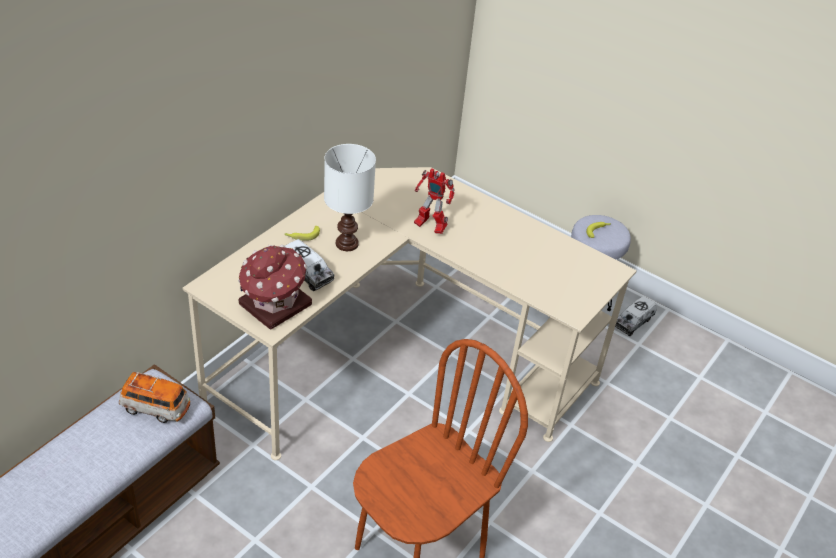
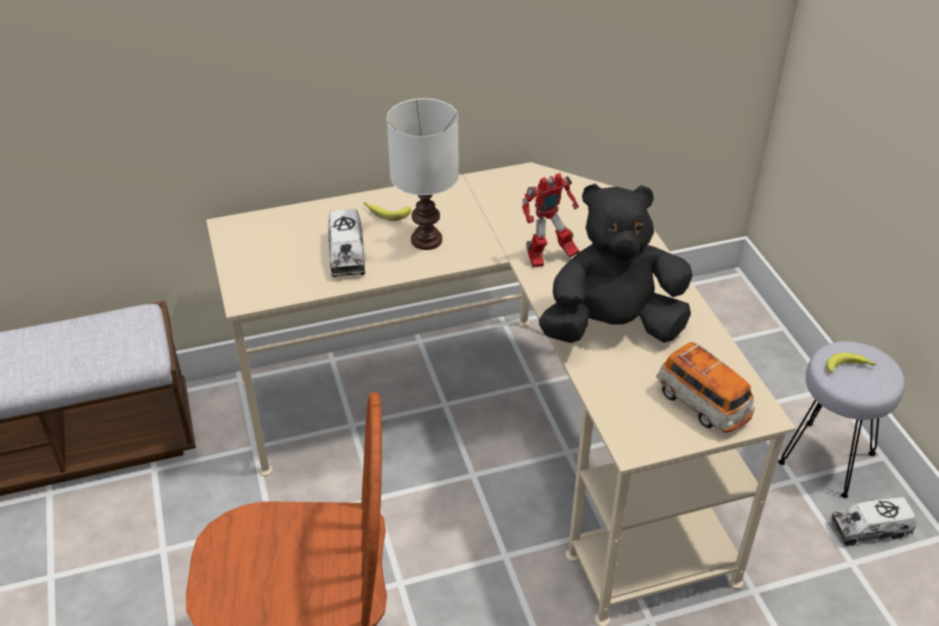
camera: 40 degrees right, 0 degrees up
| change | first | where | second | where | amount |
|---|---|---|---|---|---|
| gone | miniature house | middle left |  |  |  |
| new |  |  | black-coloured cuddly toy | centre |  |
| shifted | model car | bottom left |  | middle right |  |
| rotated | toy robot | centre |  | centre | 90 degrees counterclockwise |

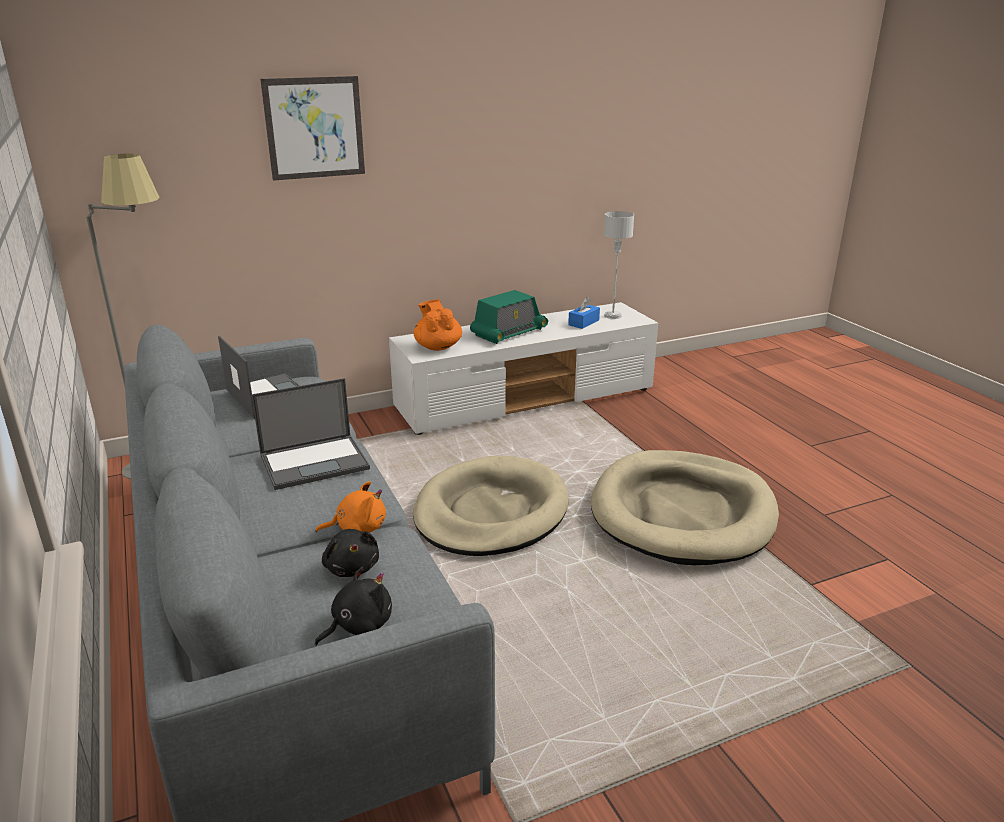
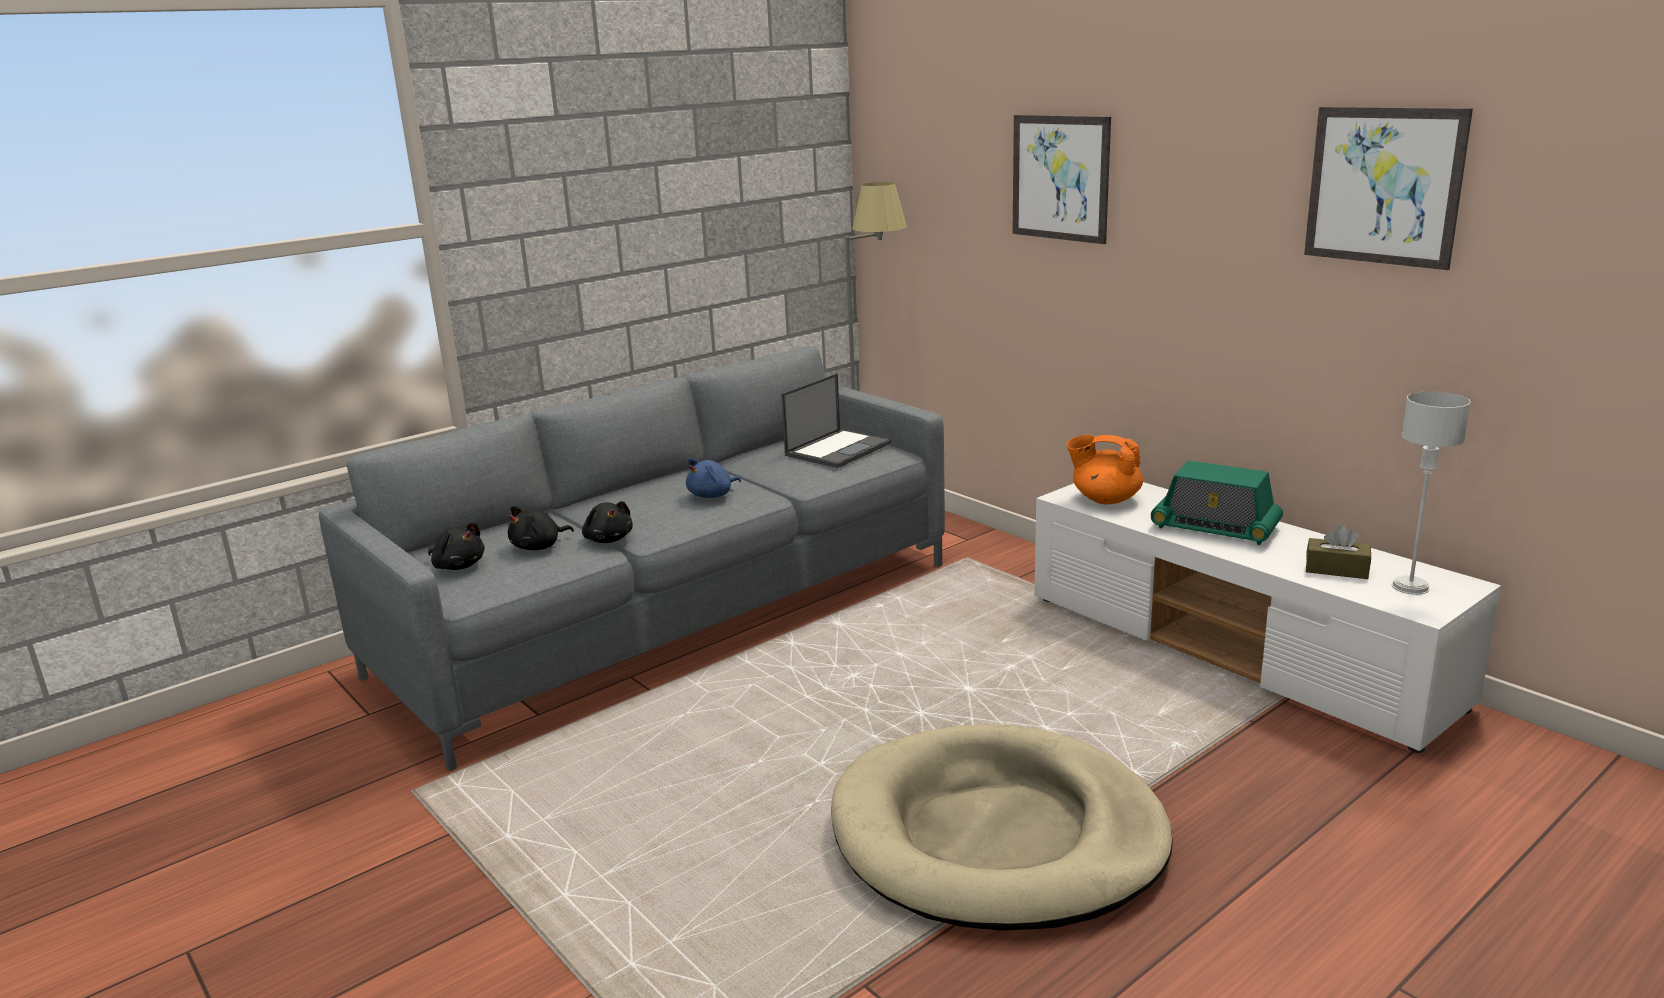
camera: 75 degrees right, 5 degrees down
| change | first | where | second | where | amount |
|---|---|---|---|---|---|
| gone | beige dog bed (no. 1 from left) | centre |  |  |  |
| new |  |  | picture (no. 2 from left) | top right |  |
| swapped | notebook computer (no. 2 from left) | middle left | blue cuddly toy | centre |  |
| repainted | orange cuddly toy | centre | black-coloured cuddly toy (no. 3 from left) | centre |  |
| repainted | blue tissue holder | centre | brownish tissue holder | middle right |  |
| rotated | orange pot for tea | centre |  | centre | 120 degrees counterclockwise |

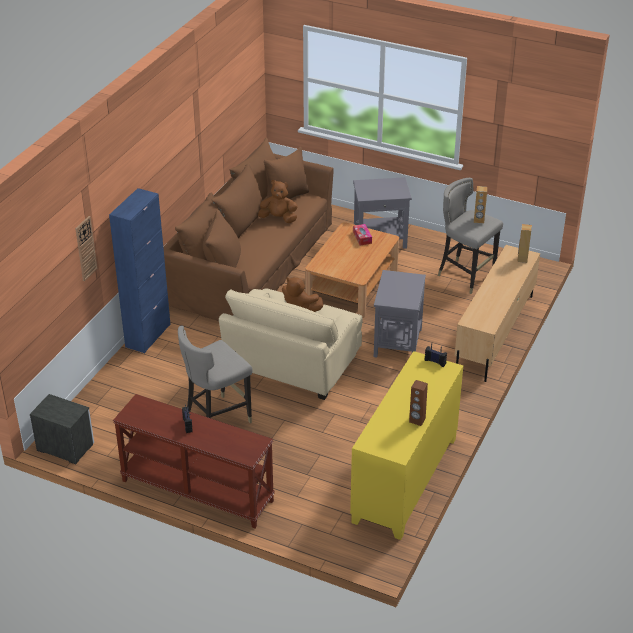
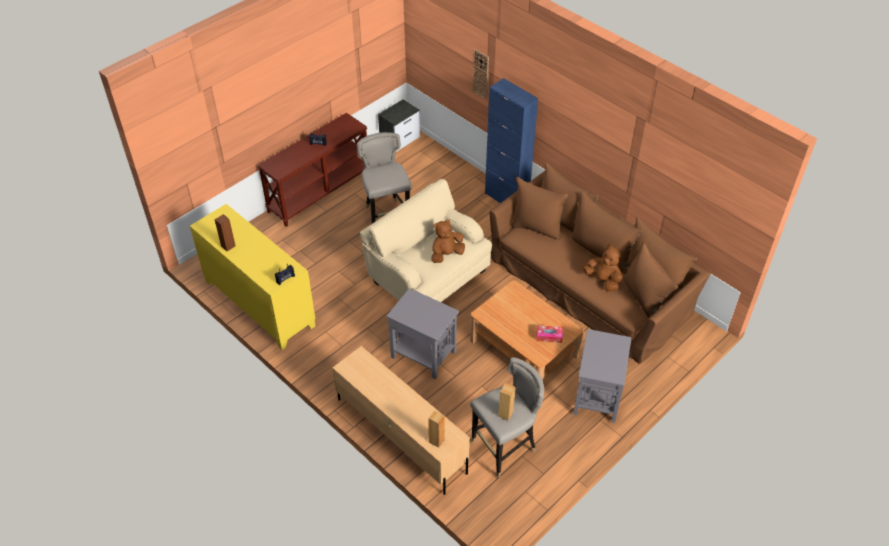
camera: 110 degrees right, 10 degrees up
| change | first | where | second | where | amount |
|---|---|---|---|---|---|
| rotated | brownish cuddly toy (no. 1 from left in the first image) | top centre | brownish cuddly toy (no. 2 from left) | middle right | 75 degrees counterclockwise |

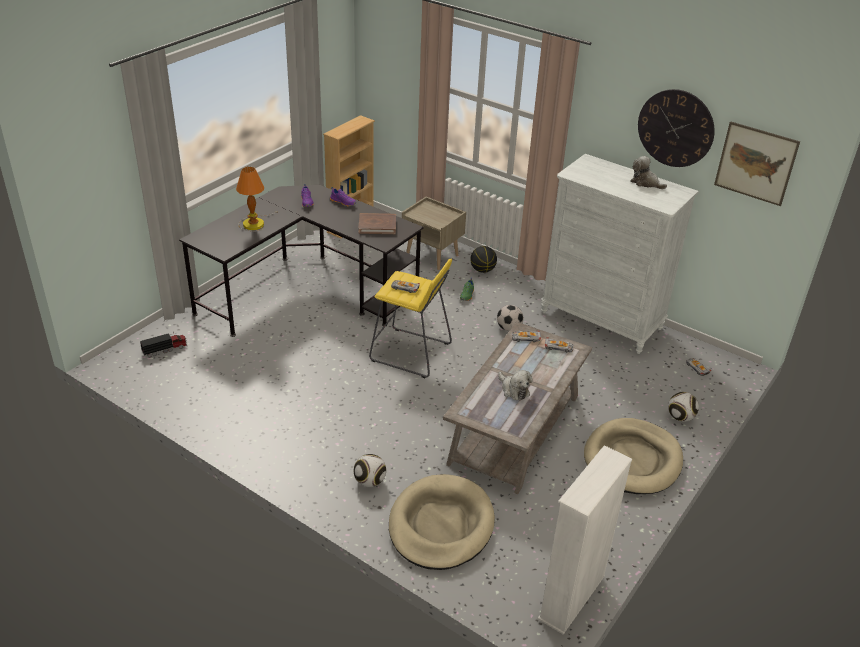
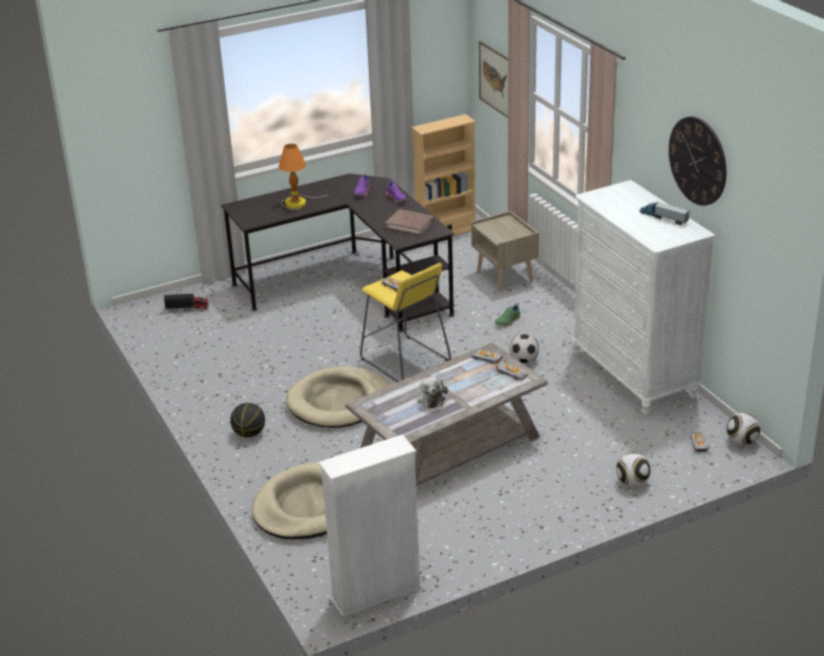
camera: 30 degrees right, 5 degrees down
| change | first | where | second | where | amount |
|---|---|---|---|---|---|
| shifted | football ball (no. 1 from left in the first image) | bottom centre | football ball (no. 3 from left) | middle right |  |
| shifted | basketball | centre |  | middle left |  |
| shifted | beige dog bed (no. 2 from left) | bottom right |  | centre |  |
| shifted | picture | top right |  | top centre |  |
| swapped | cuddly toy (no. 2 from left) | top right | toy truck (no. 2 from left) | top right |  |

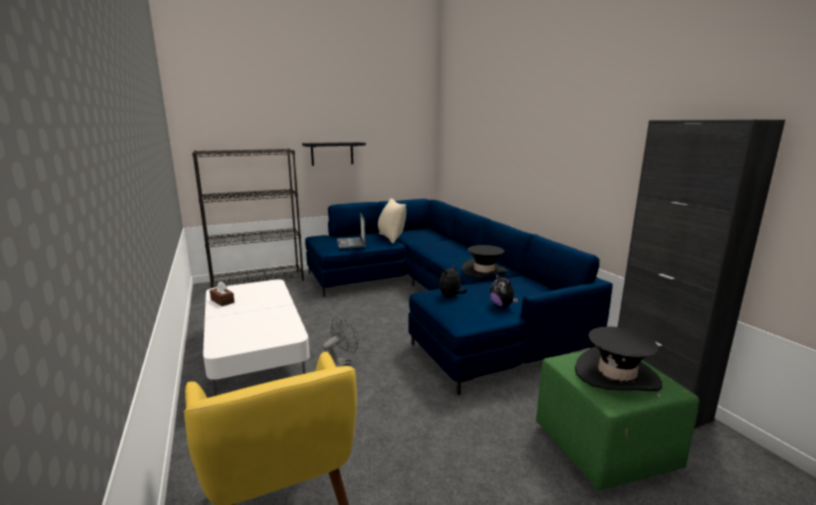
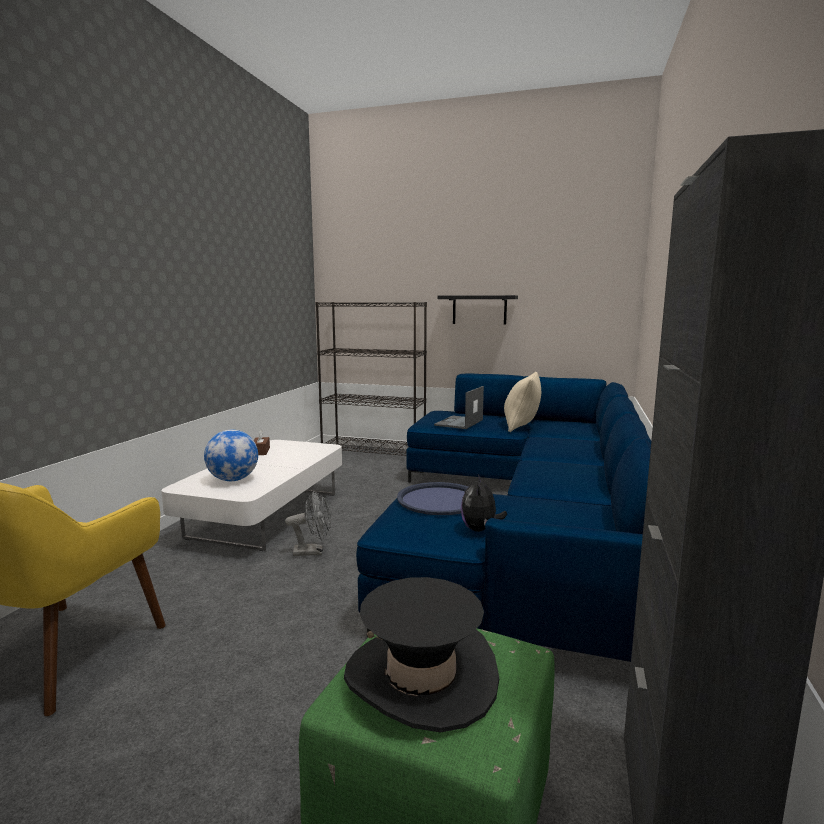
camera: 40 degrees right, 5 degrees down
| change | first | where | second | where | amount |
|---|---|---|---|---|---|
| gone | black-coloured wearable hat (no. 1 from left) | centre |  |  |  |
| new |  |  | globe | middle left |  |
| swapped | cuddly toy (no. 1 from left) | centre | blue serving tray | centre |  |

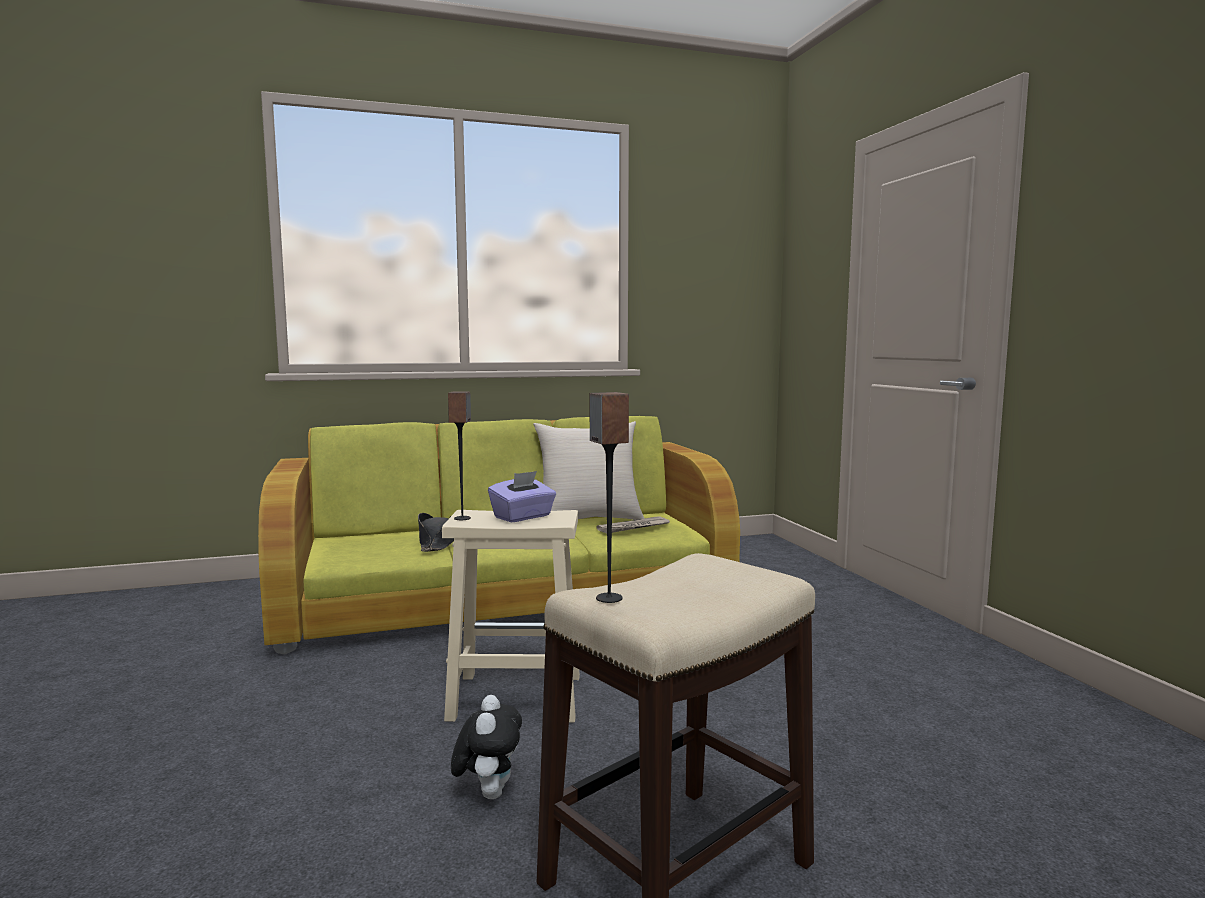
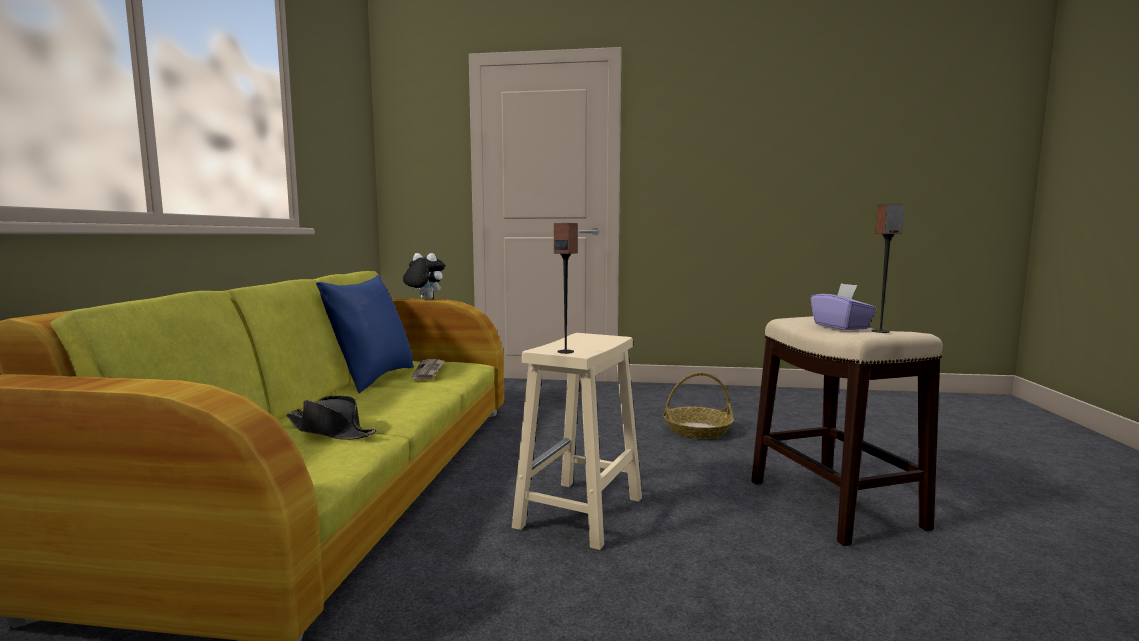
camera: 65 degrees left, 0 degrees up
| change | first | where | second | where | amount |
|---|---|---|---|---|---|
| new |  |  | basket | centre |  |
| shifted | cuddly toy | bottom centre |  | centre |  |
| shifted | purple tissue holder | centre |  | middle right |  |
| repainted | beige pillow | centre | blue pillow | middle left |  |

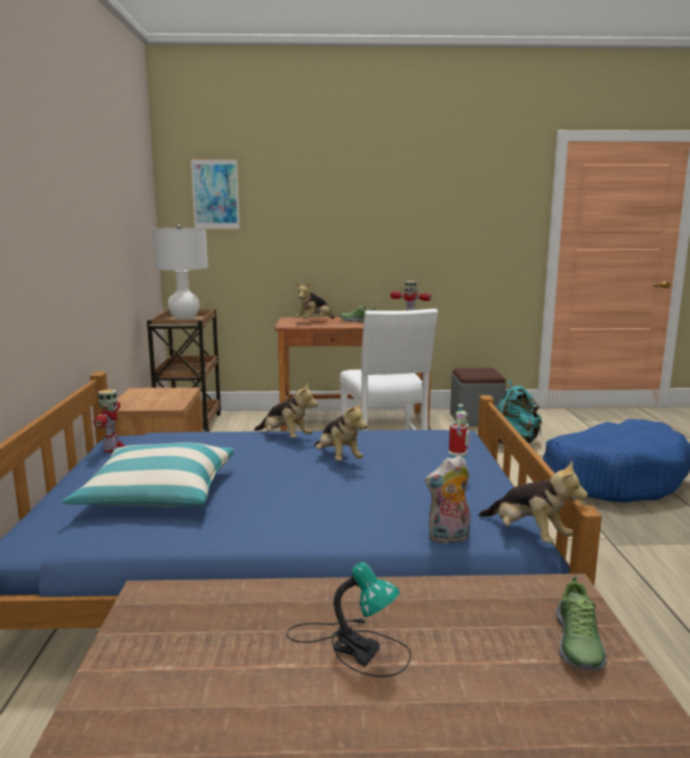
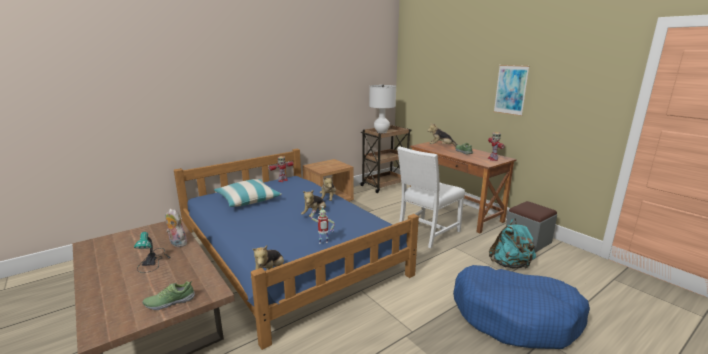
camera: 55 degrees right, 5 degrees up
| change | first | where | second | where | amount |
|---|---|---|---|---|---|
| shifted | picture | top left |  | top right |  |
| shifted | cuddly toy (no. 4 from left in the first image) | centre | cuddly toy (no. 1 from left) | middle left |  |

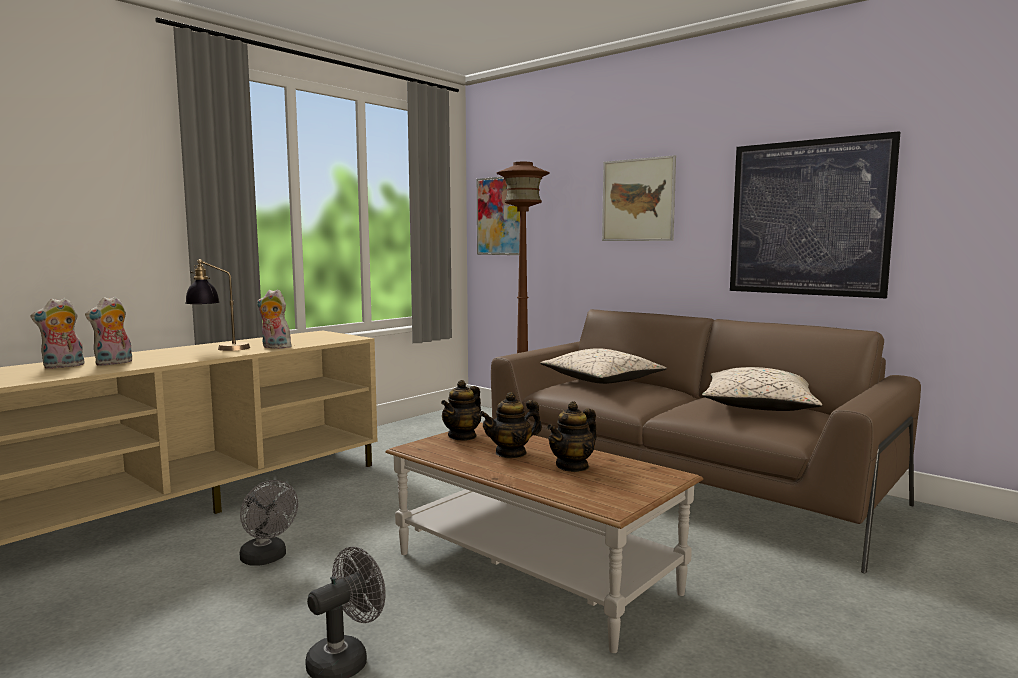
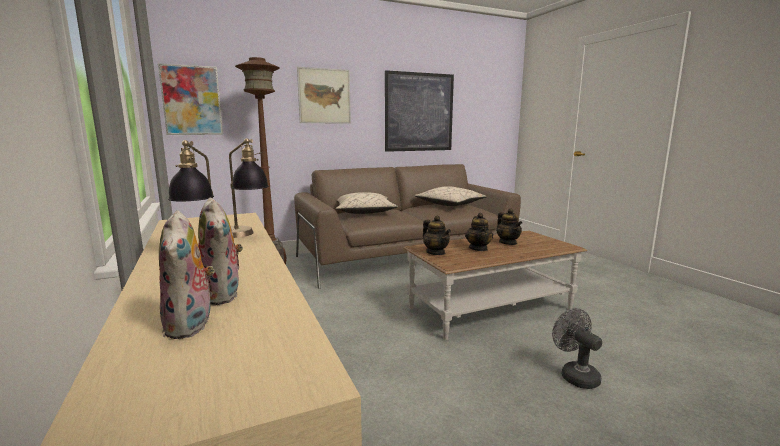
camera: 65 degrees left, 5 degrees up
| change | first | where | second | where | amount |
|---|---|---|---|---|---|
| gone | grey electric fan (no. 1 from left) | bottom left |  |  |  |
| swapped | cuddly toy (no. 3 from left) | middle left | lamp for a table (no. 2 from left) | middle left |  |

